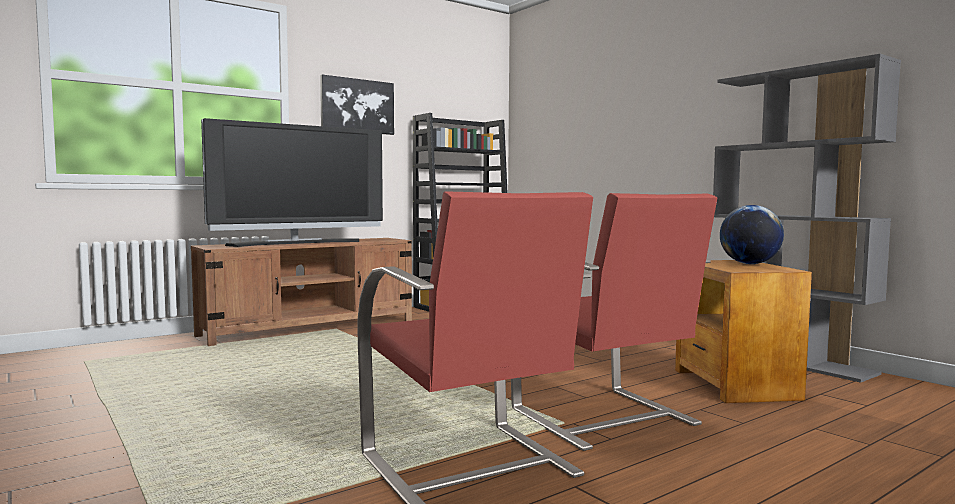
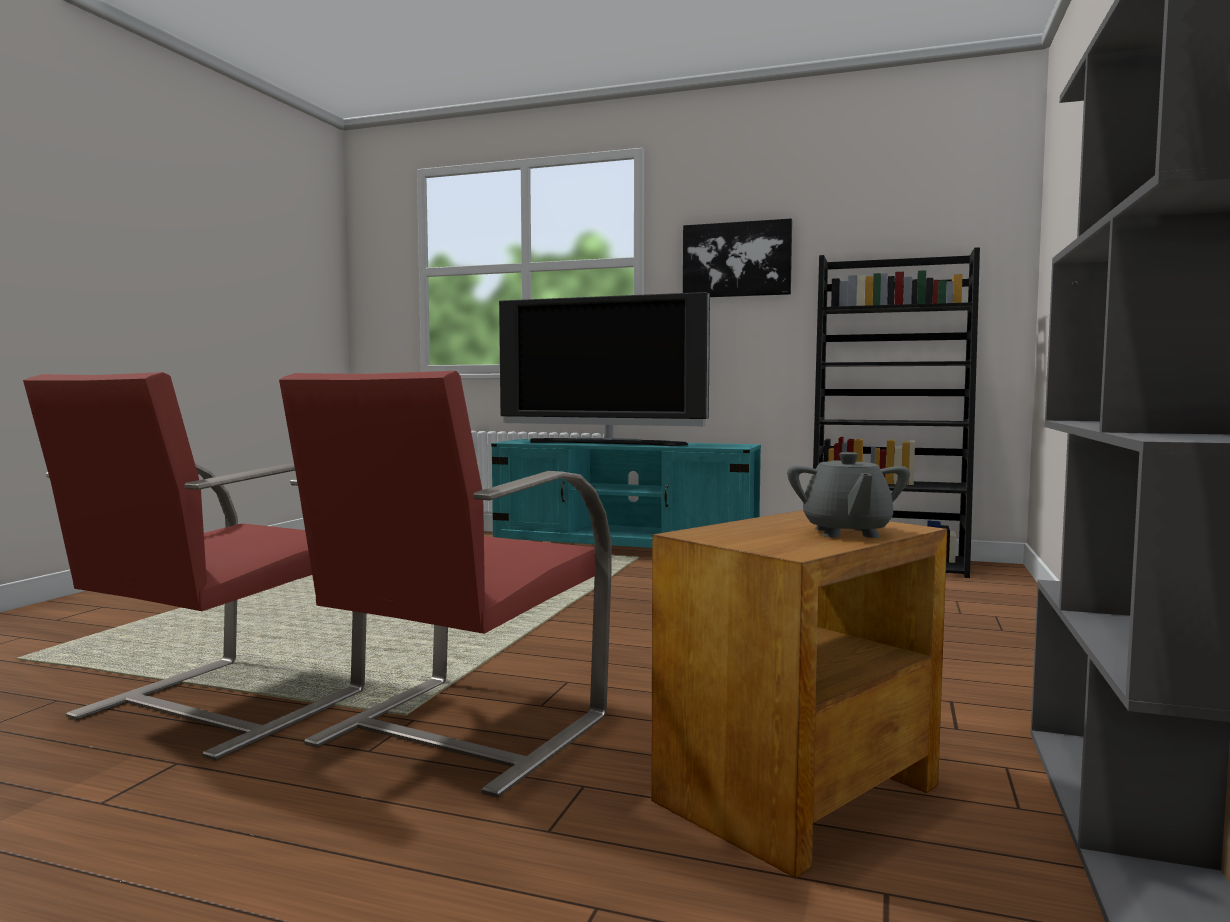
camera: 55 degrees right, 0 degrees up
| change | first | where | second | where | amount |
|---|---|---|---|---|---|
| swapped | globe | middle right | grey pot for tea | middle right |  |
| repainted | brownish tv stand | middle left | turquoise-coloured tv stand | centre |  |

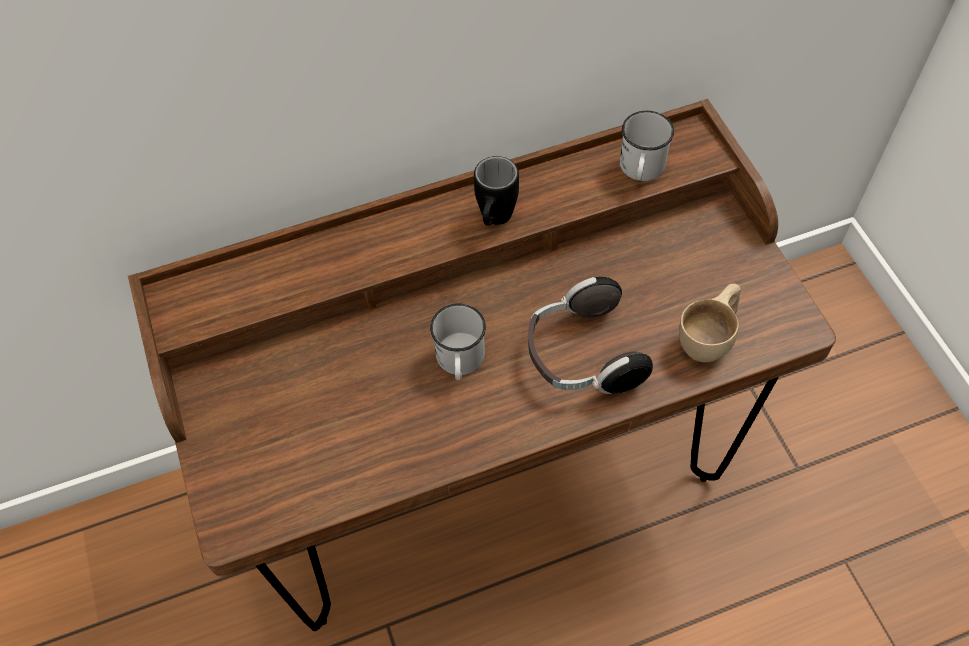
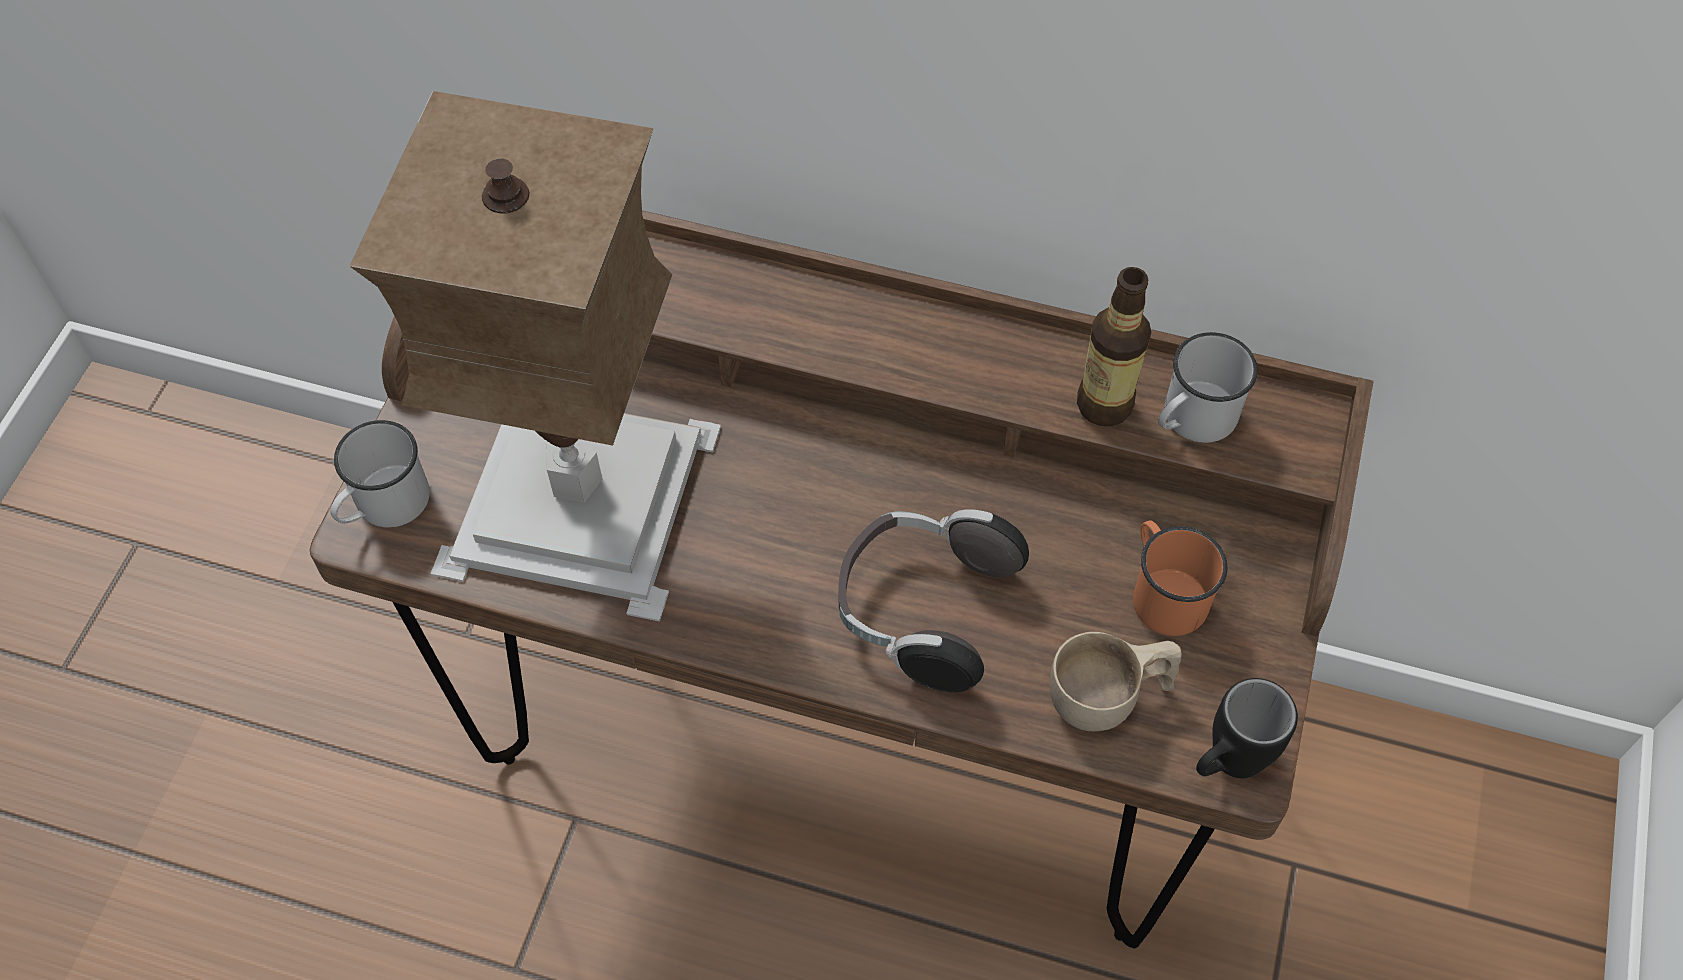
camera: 35 degrees right, 0 degrees up
| change | first | where | second | where | amount |
|---|---|---|---|---|---|
| new |  |  | lamp for a table | middle left |  |
| new |  |  | bottle | centre |  |
| new |  |  | orange coffee mug | middle right |  |
| shifted | white coffee mug (no. 1 from left) | centre |  | middle left |  |
| shifted | black-coloured coffee mug | top centre |  | bottom right |  |

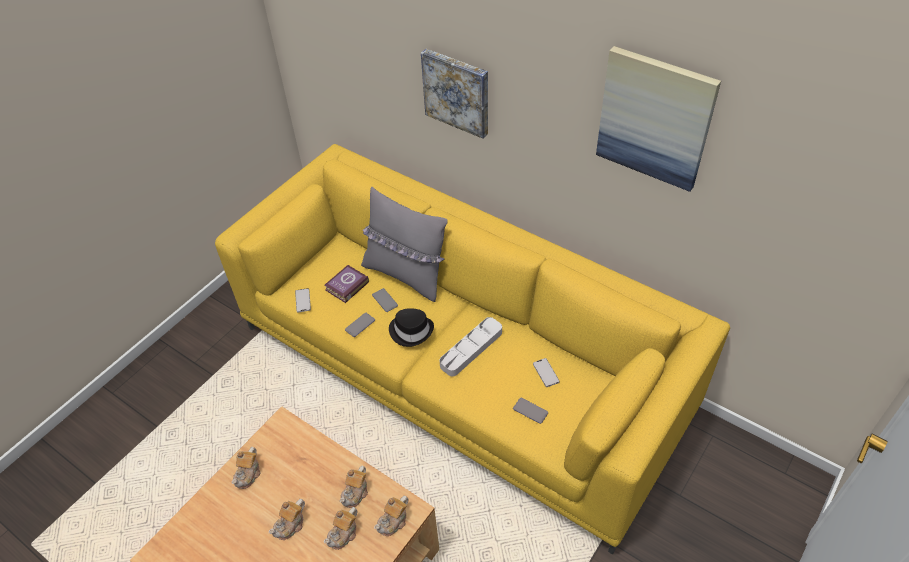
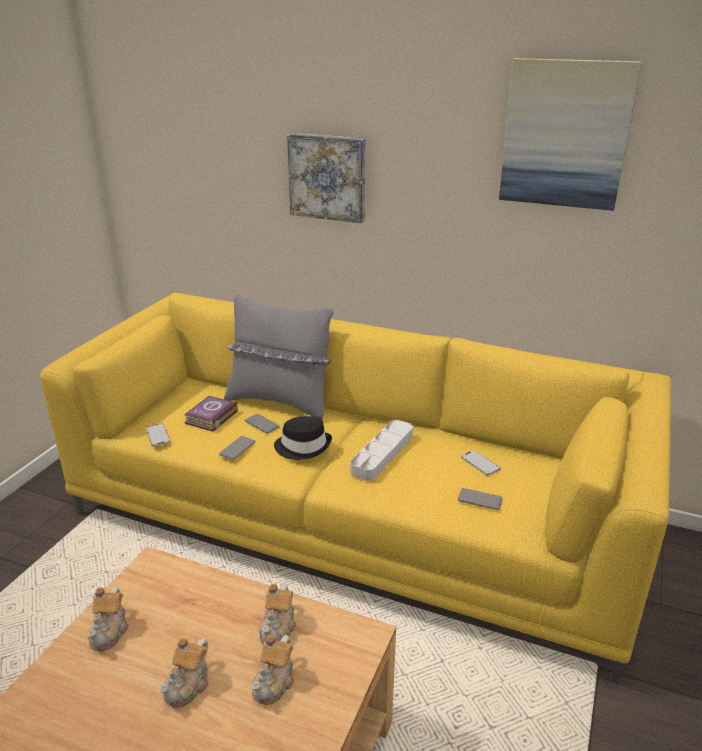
camera: 15 degrees left, 20 degrees down
| change | first | where | second | where | amount |
|---|---|---|---|---|---|
| gone | pot for tea (no. 5 from left) | bottom centre |  |  |  |

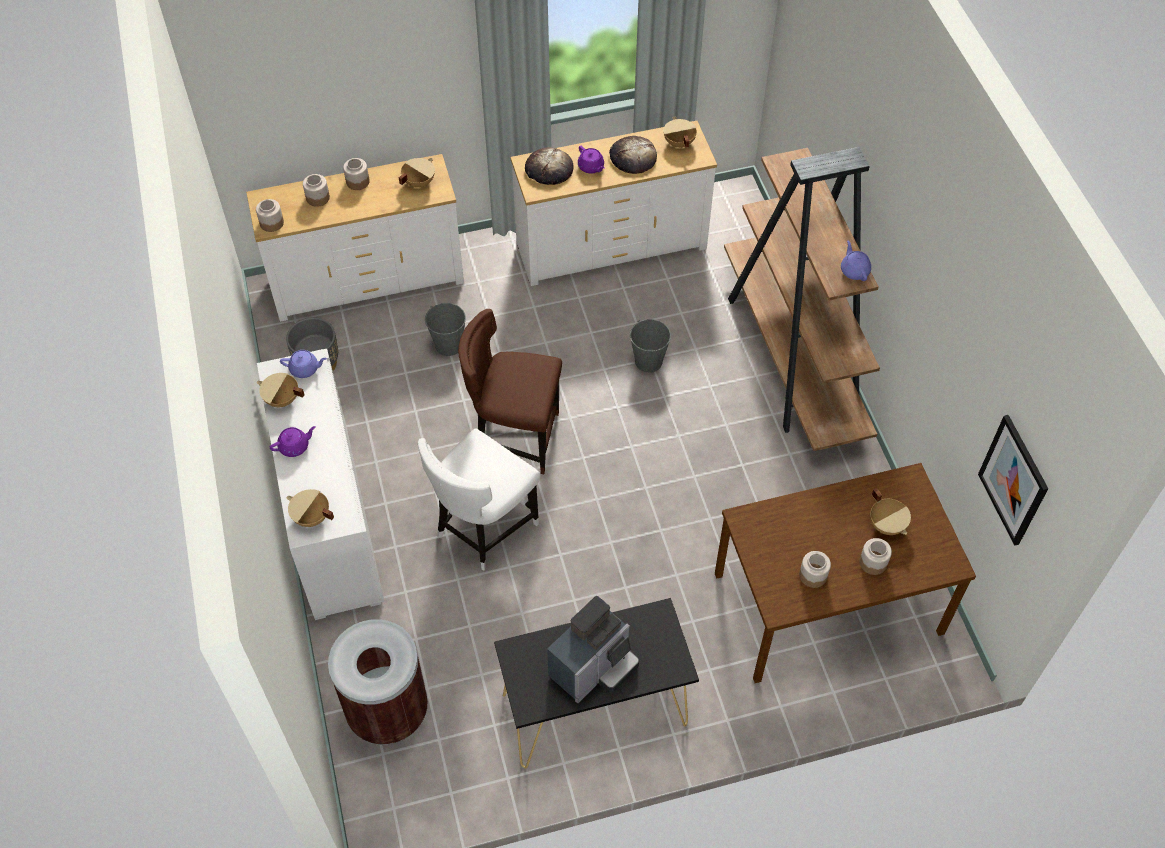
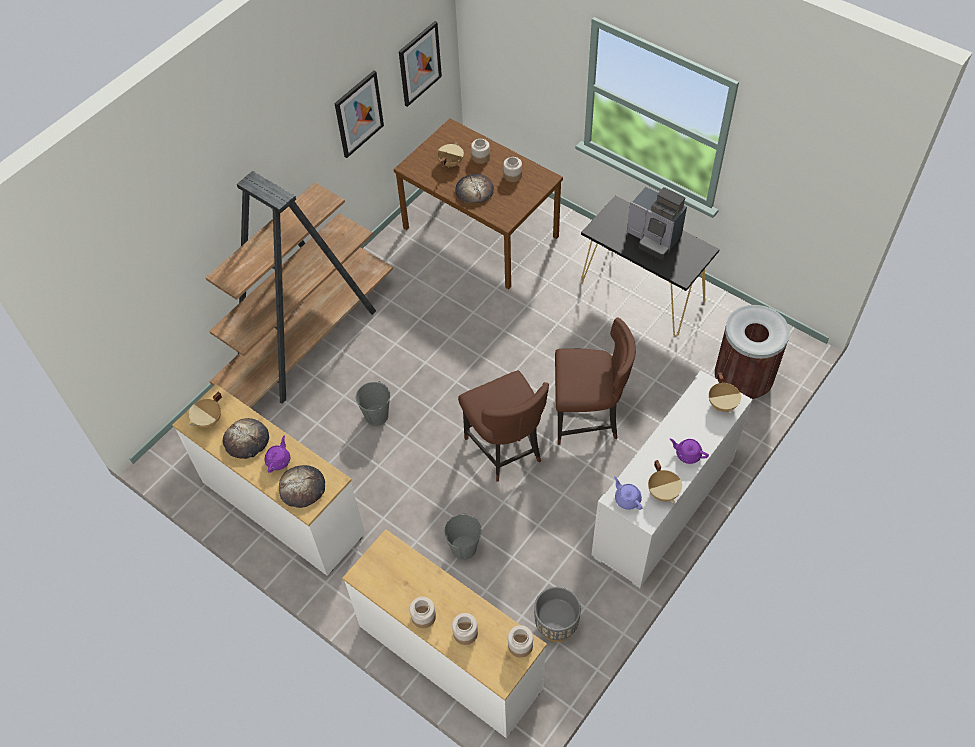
camera: 125 degrees left, 0 degrees up
| change | first | where | second | where | amount |
|---|---|---|---|---|---|
| gone | beige cooking pot (no. 3 from left) | top centre |  |  |  |
| gone | purple pot for tea (no. 4 from left) | top right |  |  |  |
| new |  |  | picture (no. 1 from left) | top centre |  |
| new |  |  | baked bread (no. 3 from left) | top centre |  |
| repainted | white chair | centre | brownish chair (no. 2 from left) | centre |  |
| rotated | coffee machine | bottom centre |  | top right | 150 degrees counterclockwise |

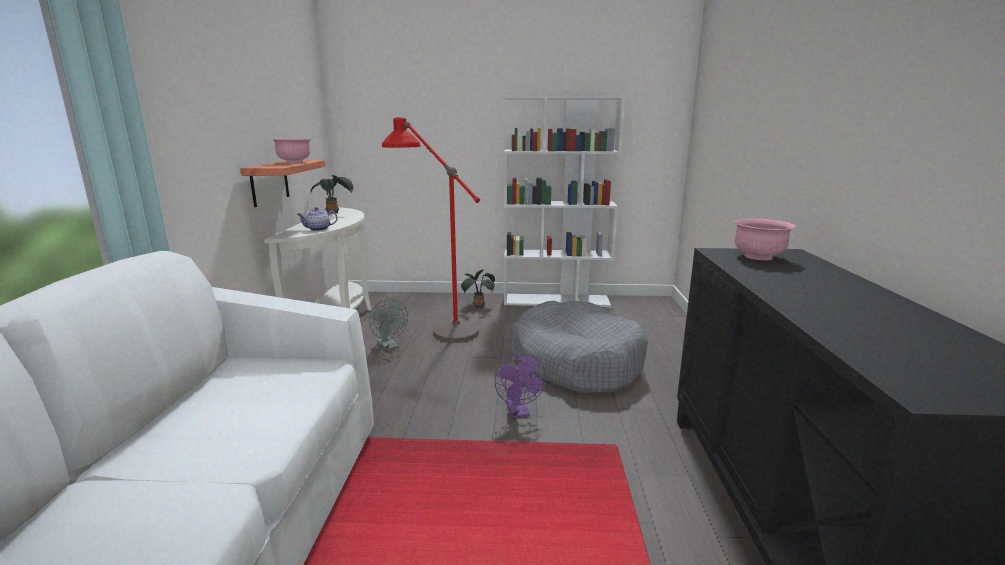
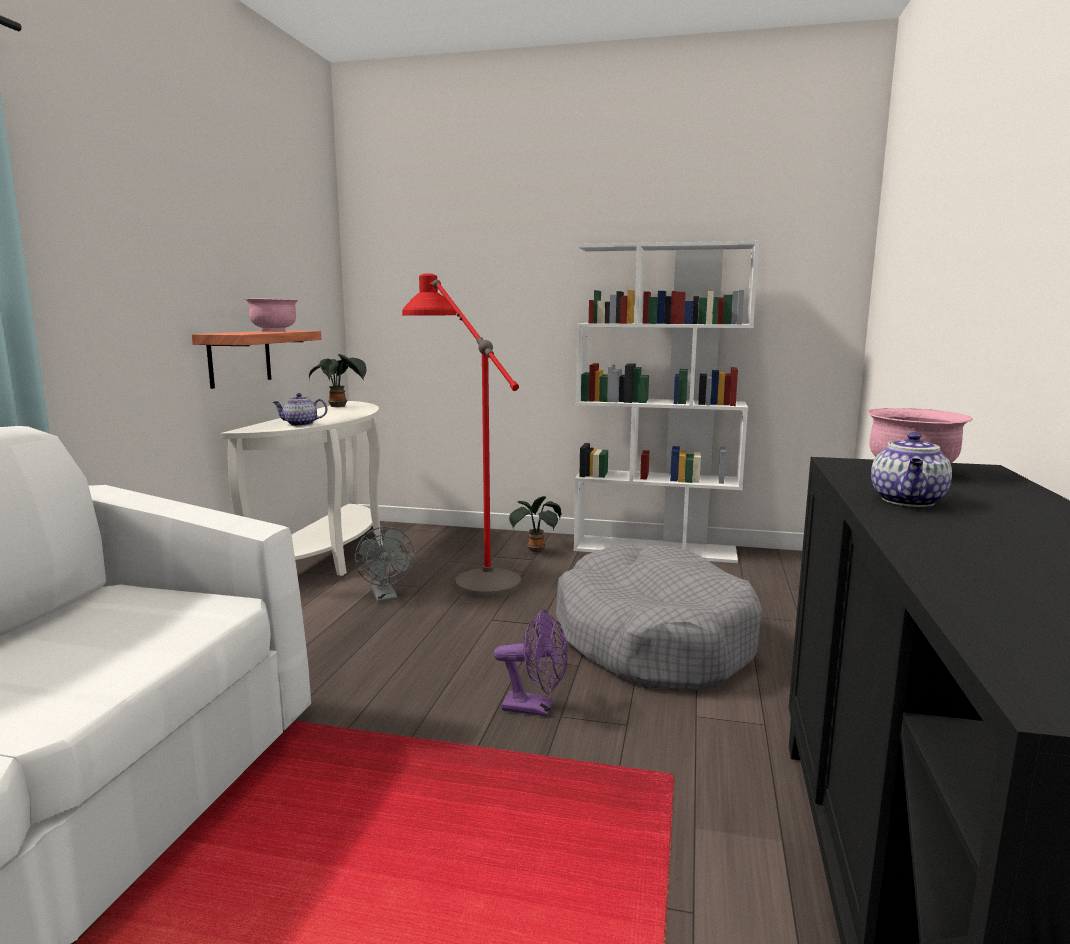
camera: 10 degrees right, 5 degrees down
| change | first | where | second | where | amount |
|---|---|---|---|---|---|
| new |  |  | pot for tea (no. 2 from left) | middle right |  |
| rotated | purple electric fan | bottom centre |  | bottom centre | 75 degrees counterclockwise |

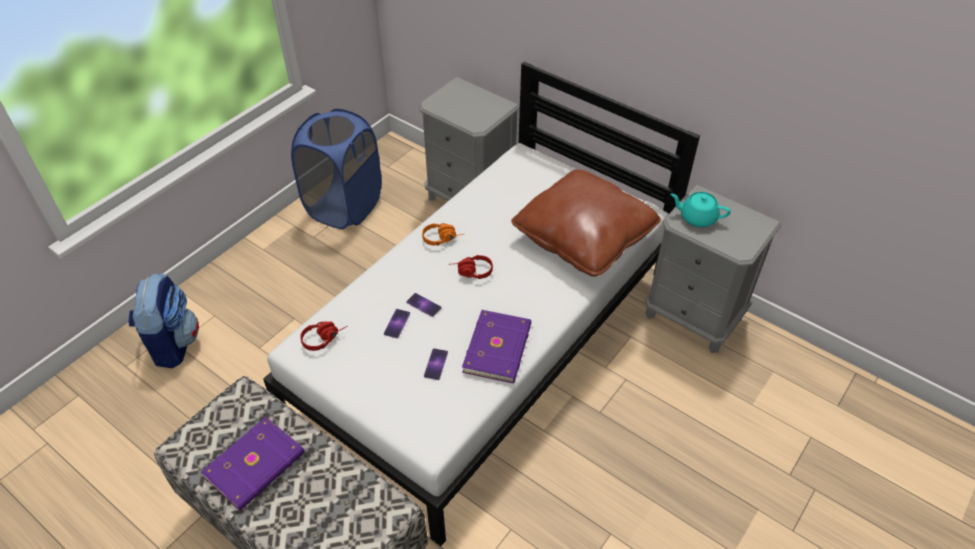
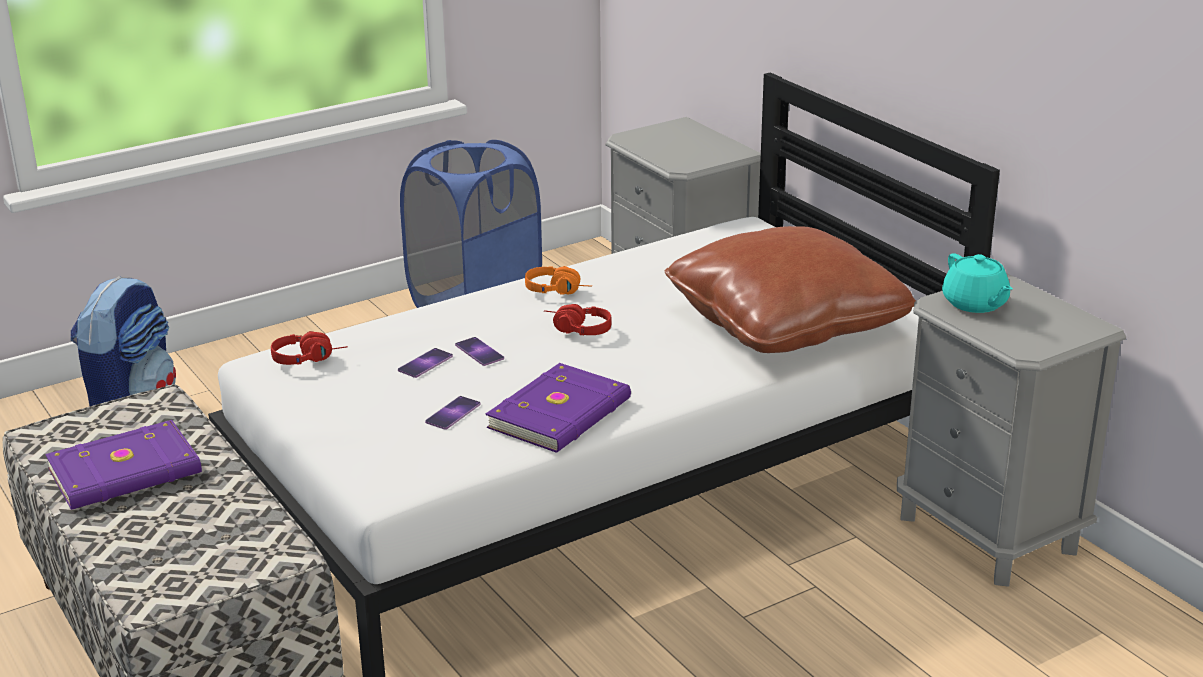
camera: 20 degrees right, 20 degrees down
| change | first | where | second | where | amount |
|---|---|---|---|---|---|
| rotated | turquoise-coloured pot for tea | middle right |  | middle right | 150 degrees counterclockwise |

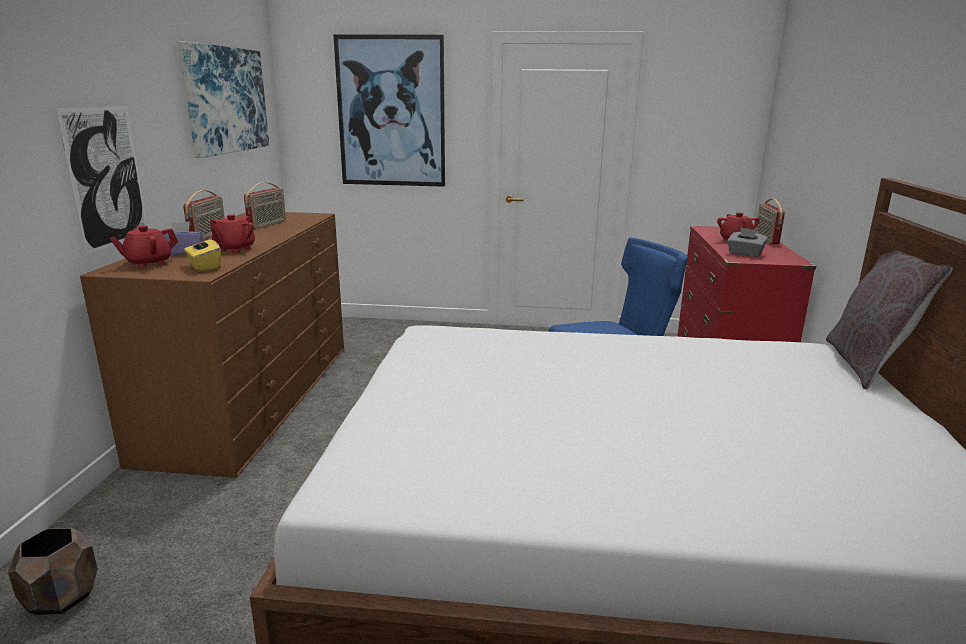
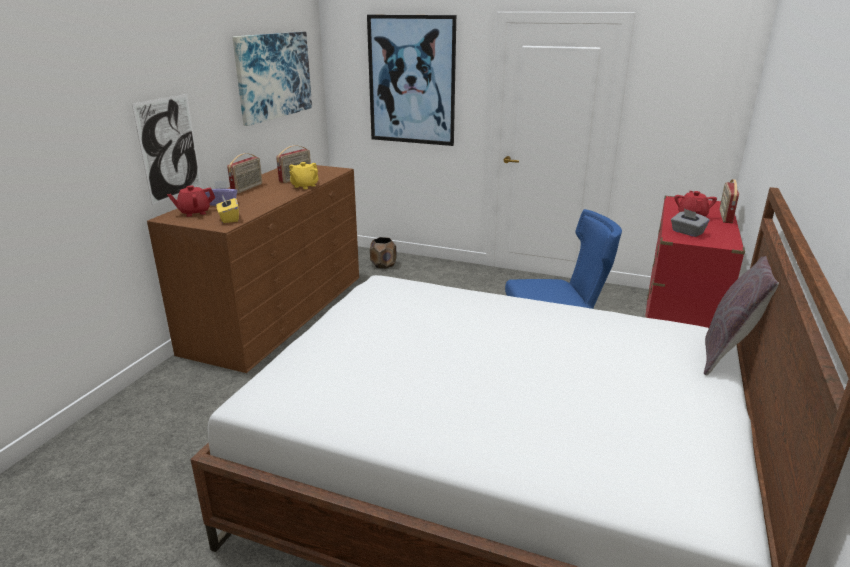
camera: 15 degrees right, 5 degrees up
| change | first | where | second | where | amount |
|---|---|---|---|---|---|
| gone | reddish pot for tea (no. 2 from left) | middle left |  |  |  |
| new |  |  | yellow-coloured pot for tea | top centre |  |
| shifted | brownish plant pot | bottom left |  | centre |  |

